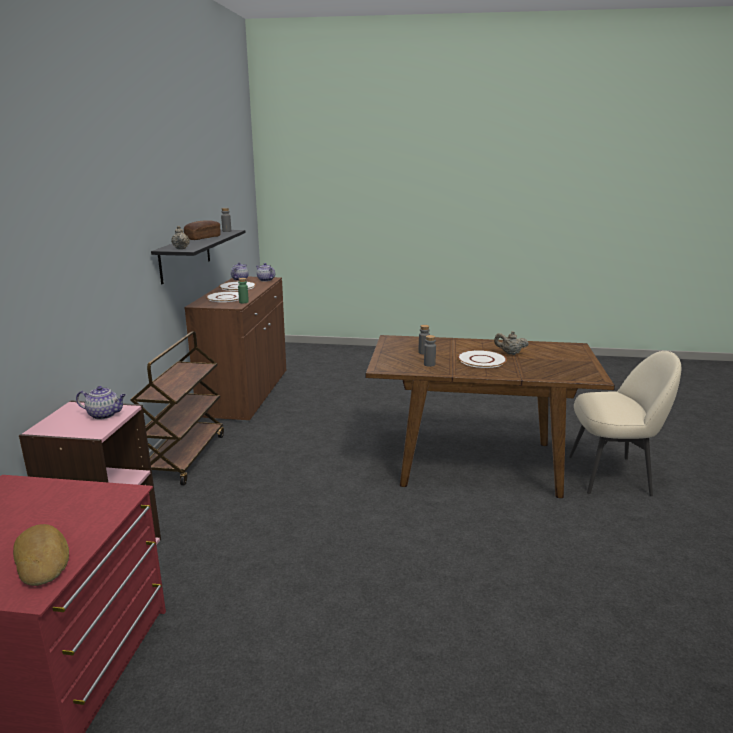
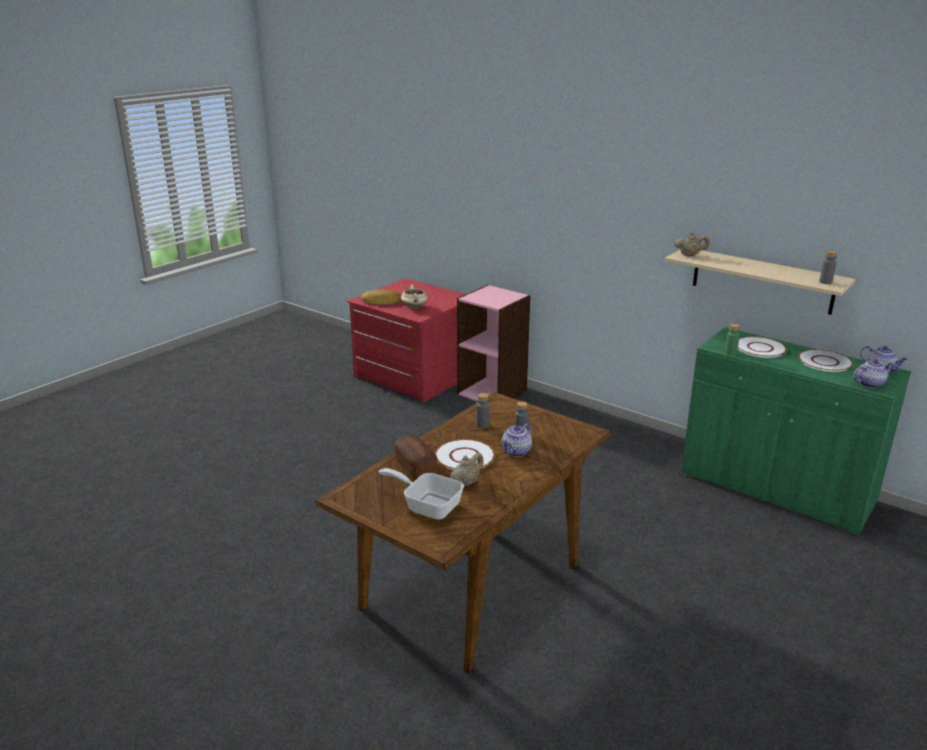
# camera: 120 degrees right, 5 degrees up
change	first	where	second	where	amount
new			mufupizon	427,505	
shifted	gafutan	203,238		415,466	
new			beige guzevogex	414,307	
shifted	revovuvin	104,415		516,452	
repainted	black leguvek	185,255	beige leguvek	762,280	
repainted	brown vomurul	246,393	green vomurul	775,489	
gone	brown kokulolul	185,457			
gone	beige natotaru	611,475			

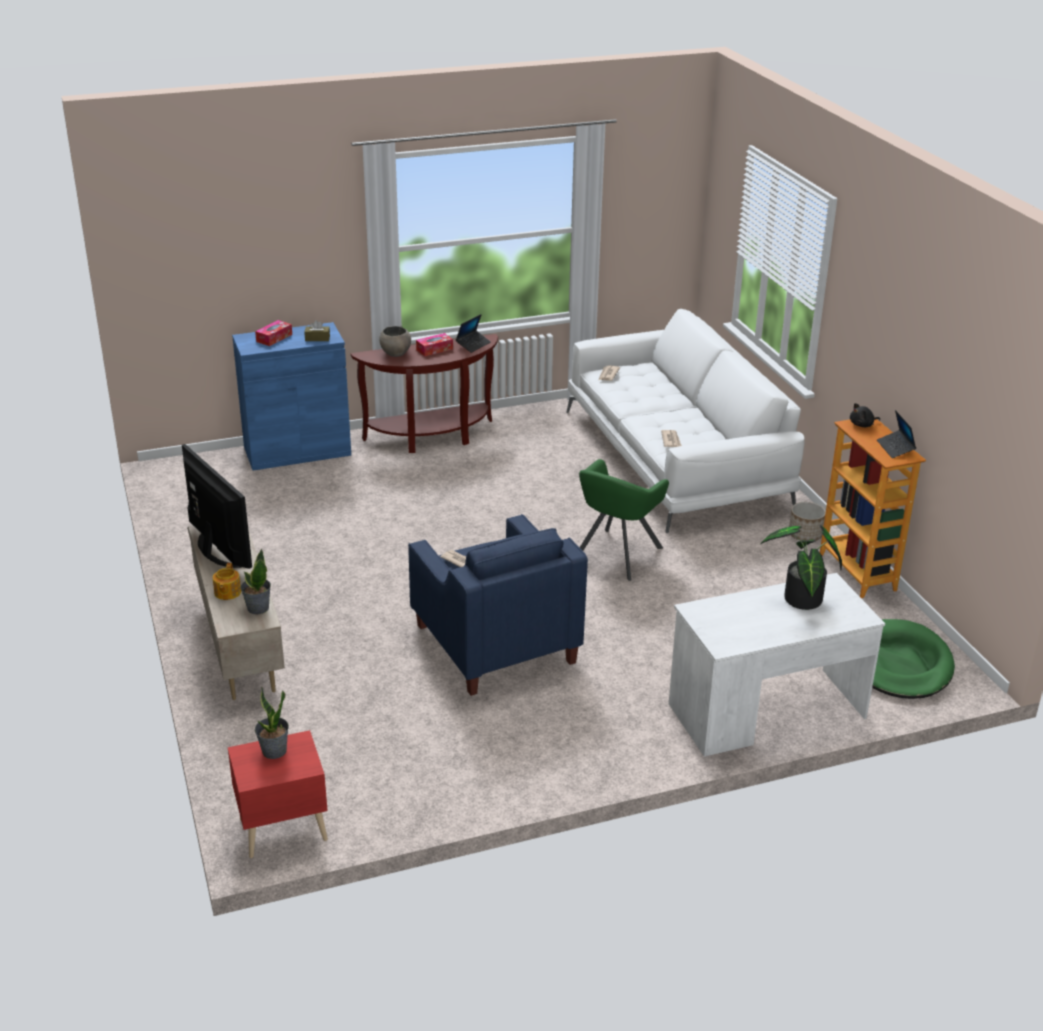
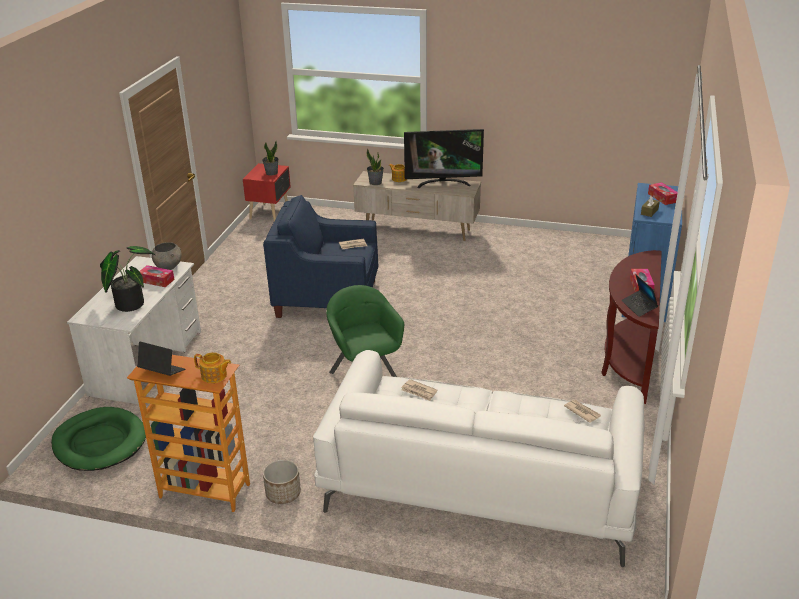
# camera: 125 degrees right, 0 degrees up
change	first	where	second	where	amount
new			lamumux	156,280	
shifted	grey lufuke	395,353		168,267	
swapped	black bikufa	862,425	revovuvin	214,376	

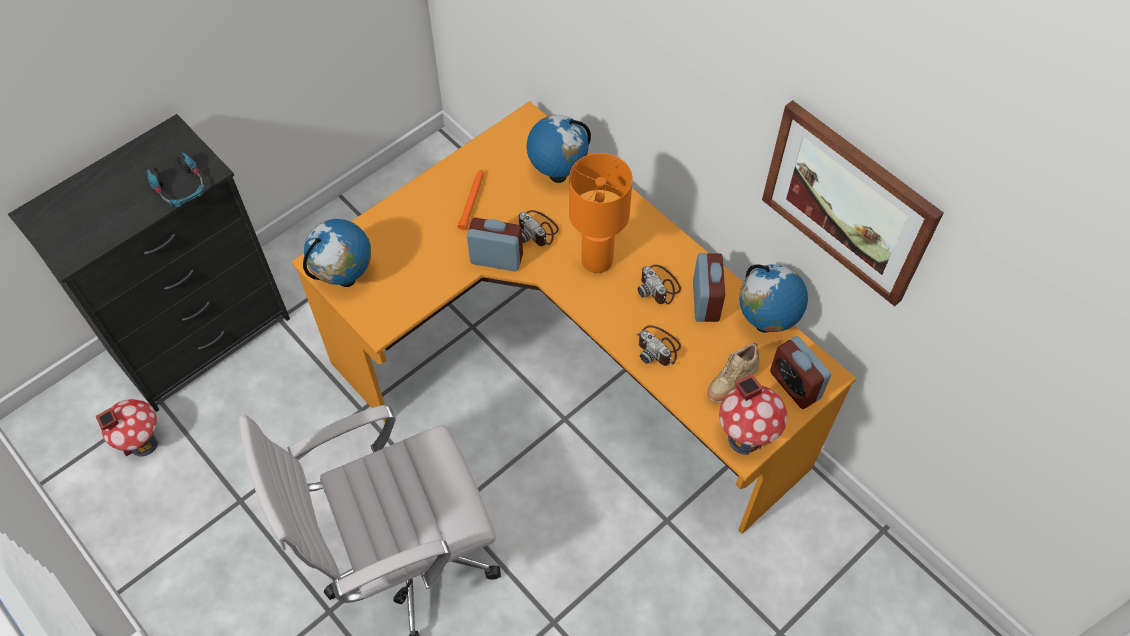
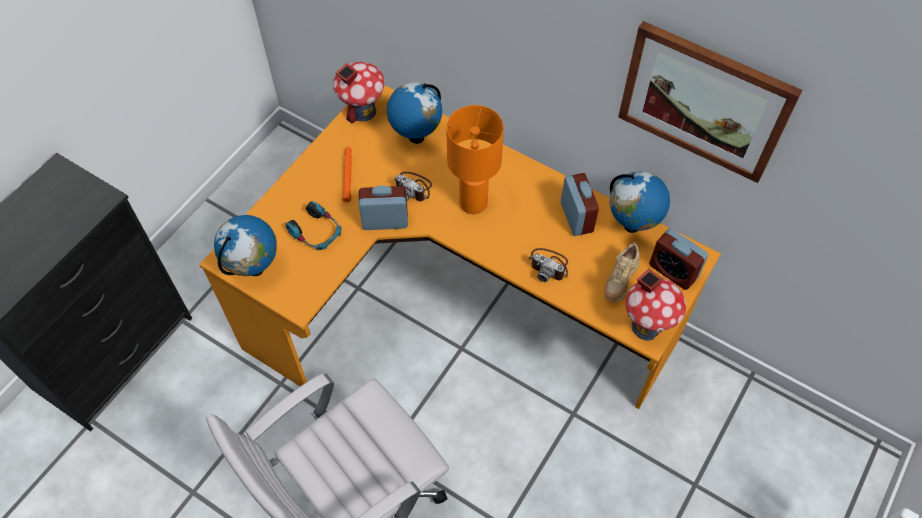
# camera: 15 degrees left, 0 degrees up
change	first	where	second	where	amount
shifted	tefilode	180,188		316,232	
shifted	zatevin	143,443		362,111	
gone	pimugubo	659,286			

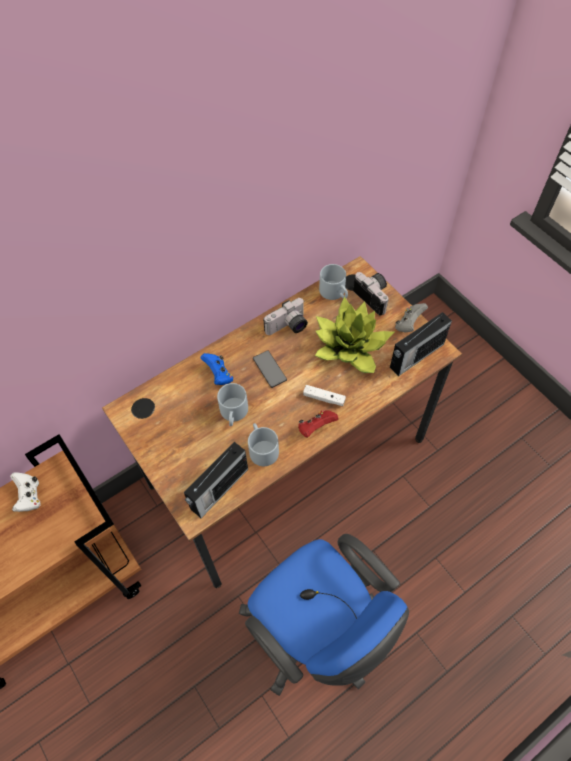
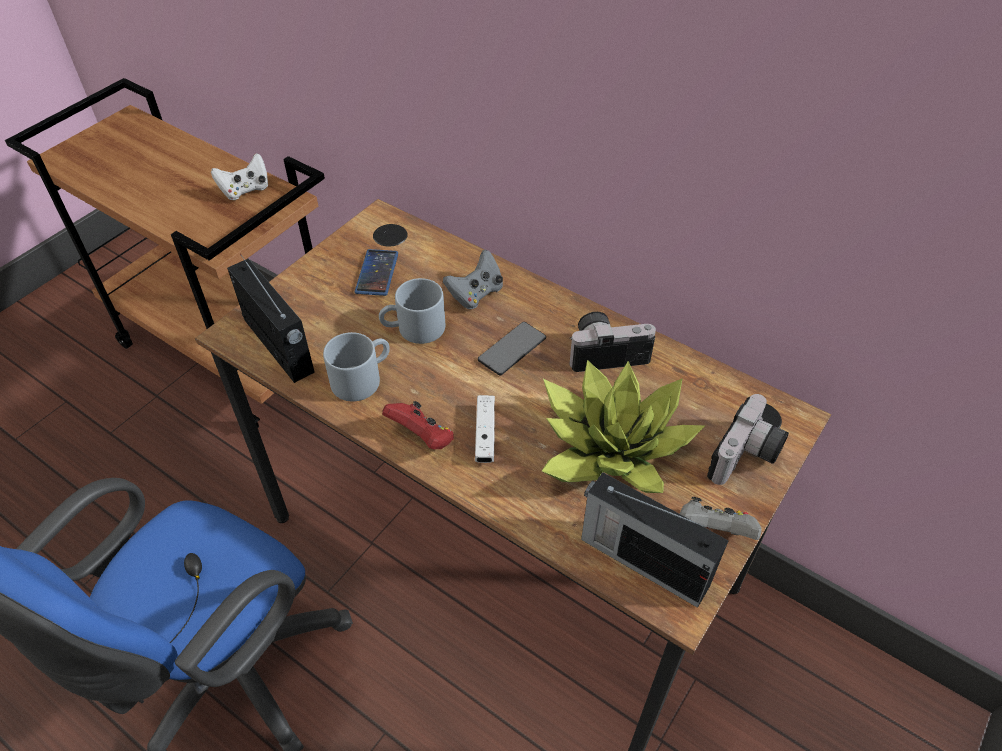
# camera: 70 degrees right, 10 degrees down
change	first	where	second	where	amount
rotated	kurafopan	218,490		279,347	150 degrees counterclockwise
new			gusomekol	377,273	
repainted	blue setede	219,375	grey setede	476,294	
rotated	pimugubo	288,327		606,351	135 degrees clockwise
gone	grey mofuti	335,292			

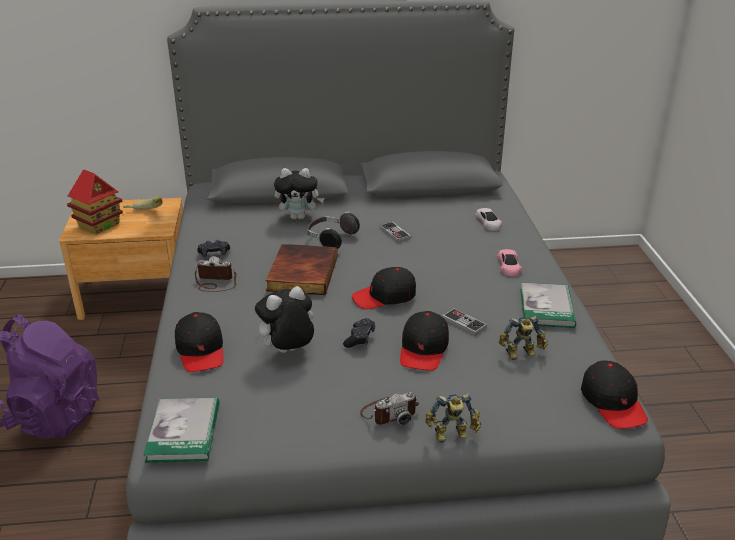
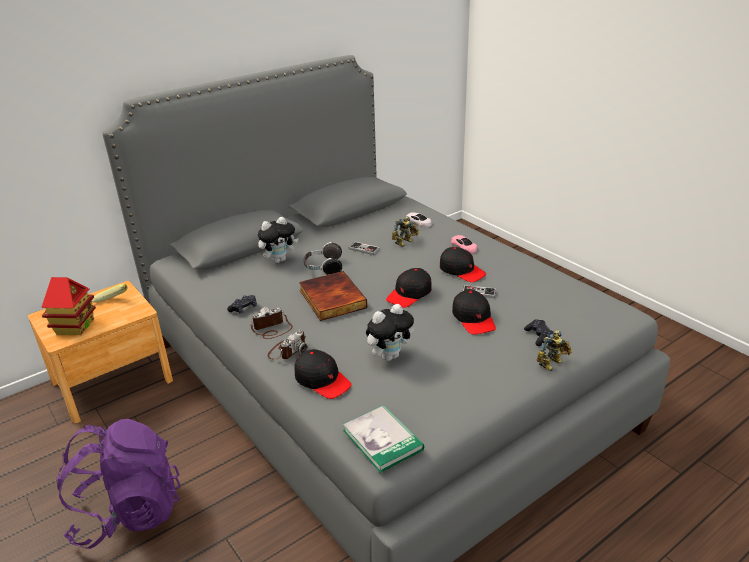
# camera: 30 degrees left, 0 degrees up
change	first	where	second	where	amount
shifted	pimugubo	389,413		287,350	
rotated	bikufa	287,352		389,356	150 degrees counterclockwise
shifted	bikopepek	522,354		405,242	
shifted	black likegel	613,402		462,271	
shifted	black setede	360,338		539,336	
gone	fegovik	546,308			

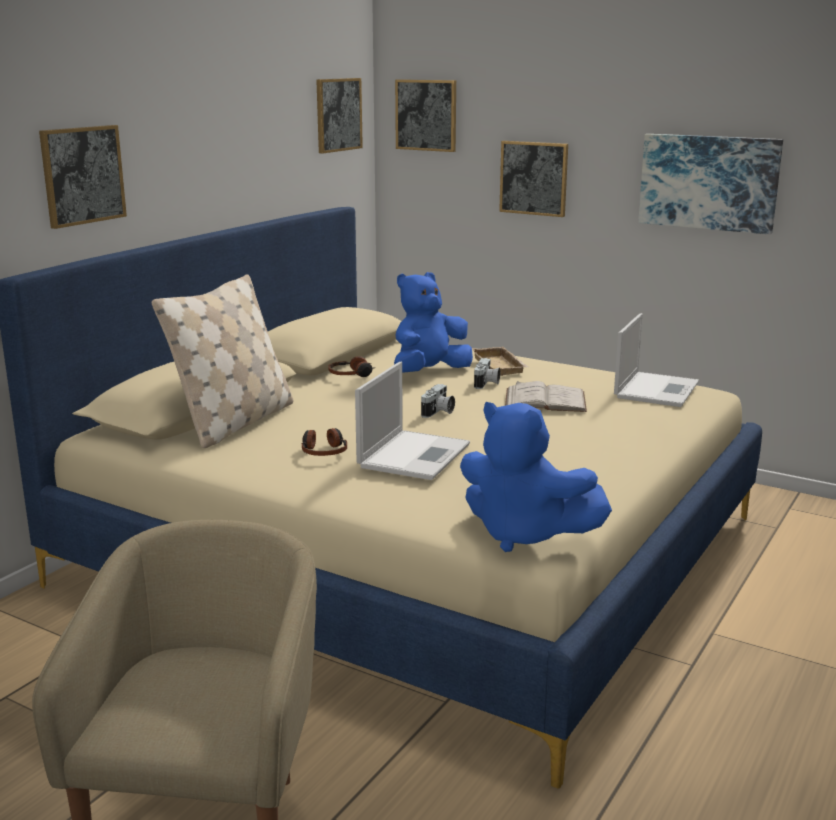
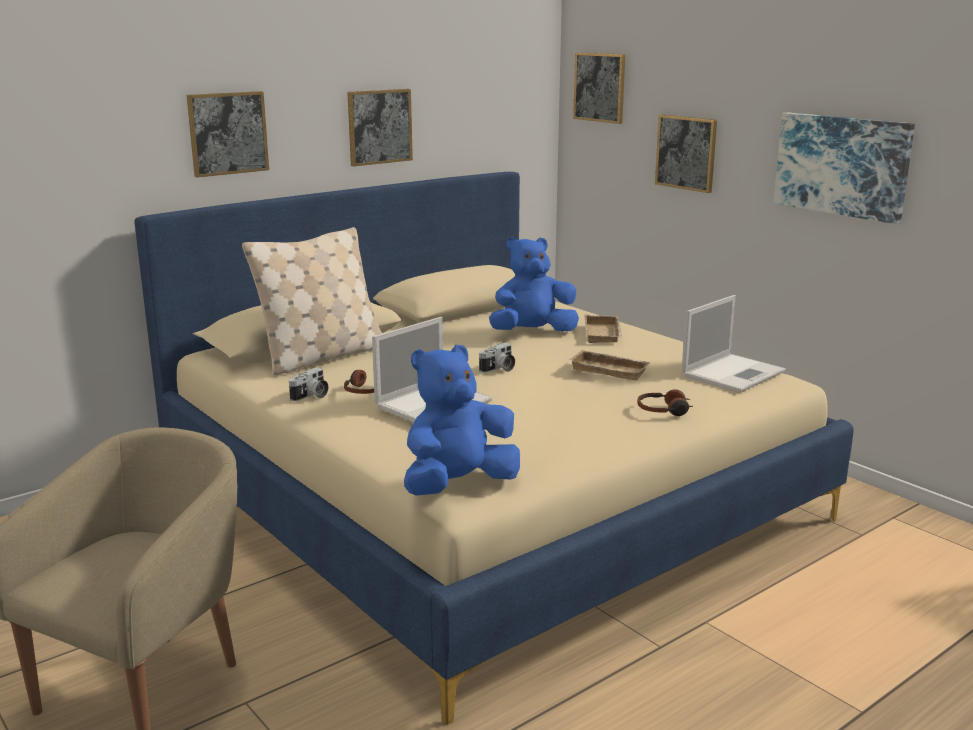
# camera: 20 degrees right, 0 degrees up
change	first	where	second	where	amount
shifted	pimugubo	487,384		311,396	
shifted	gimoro	338,115		379,126	
rotated	blue bikufa	524,534		458,485	90 degrees clockwise
swapped	white fegovik	545,400	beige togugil	611,370	
shifted	tefilode	351,374		664,410	

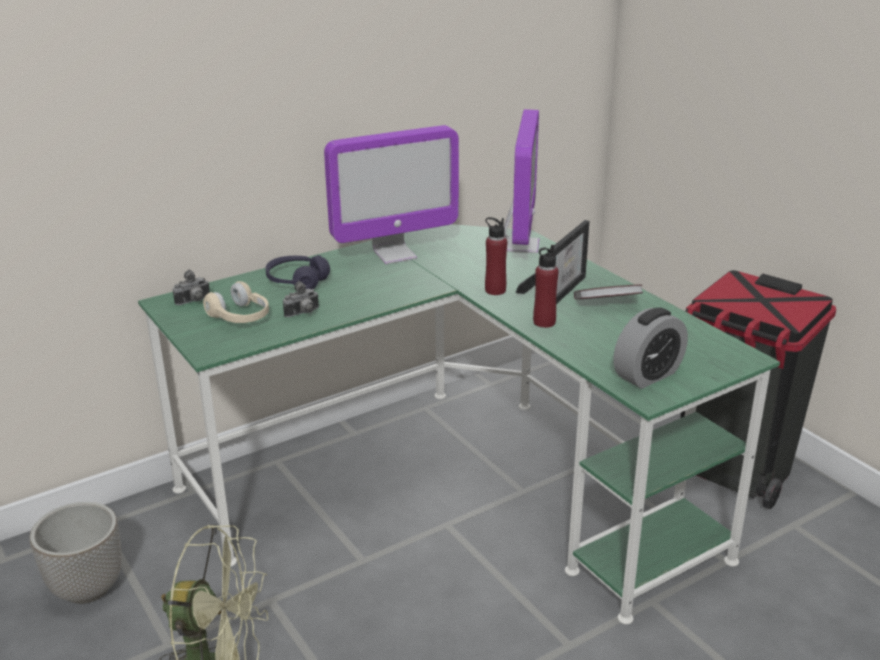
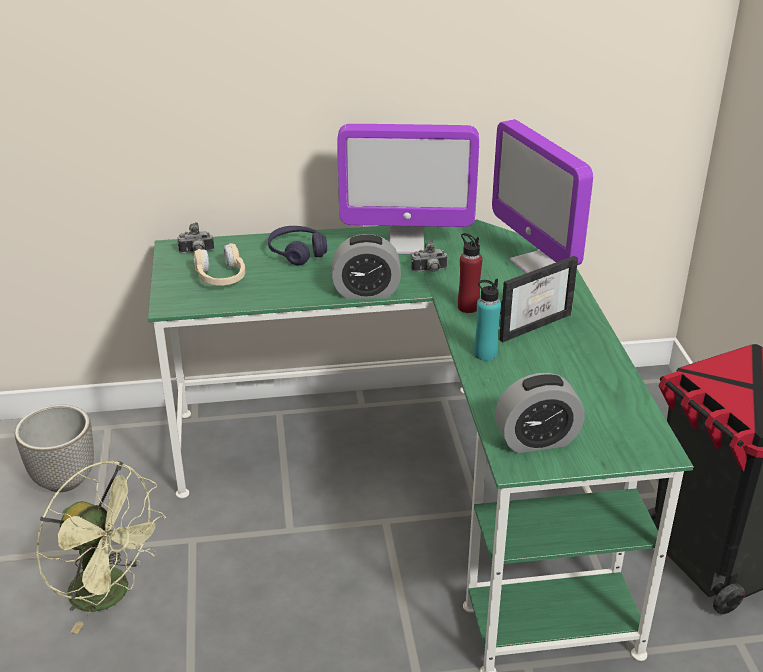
# camera: 25 degrees right, 5 degrees up
change	first	where	second	where	amount
new			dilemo	366,292	
shifted	pimugubo	303,313		429,271	
repainted	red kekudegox	544,322	turquoise kekudegox	485,354	
rotated	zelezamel	519,246		535,263	120 degrees clockwise
gone	fegovik	606,305			

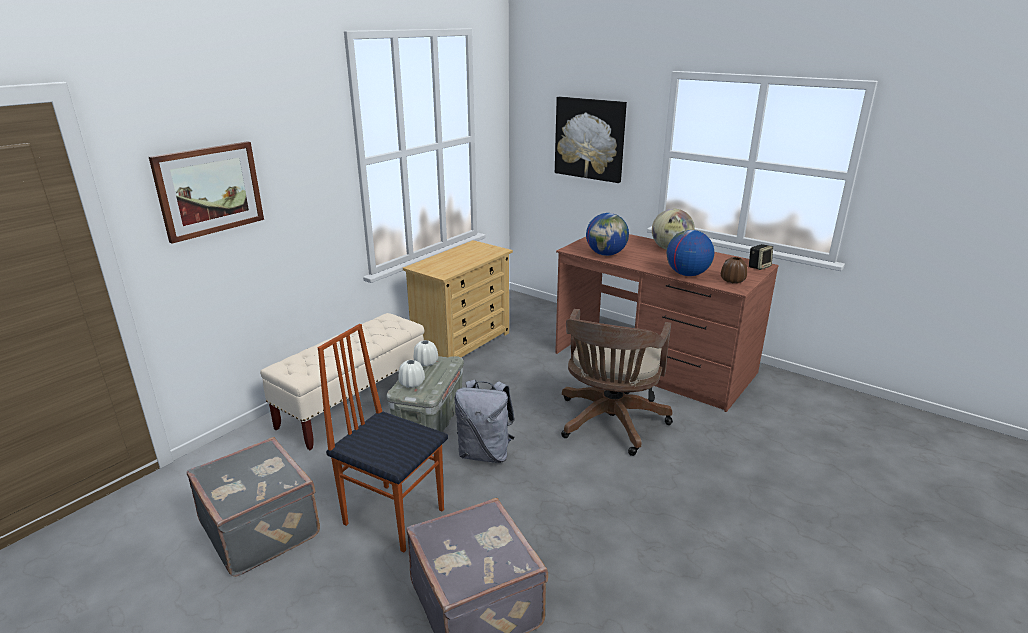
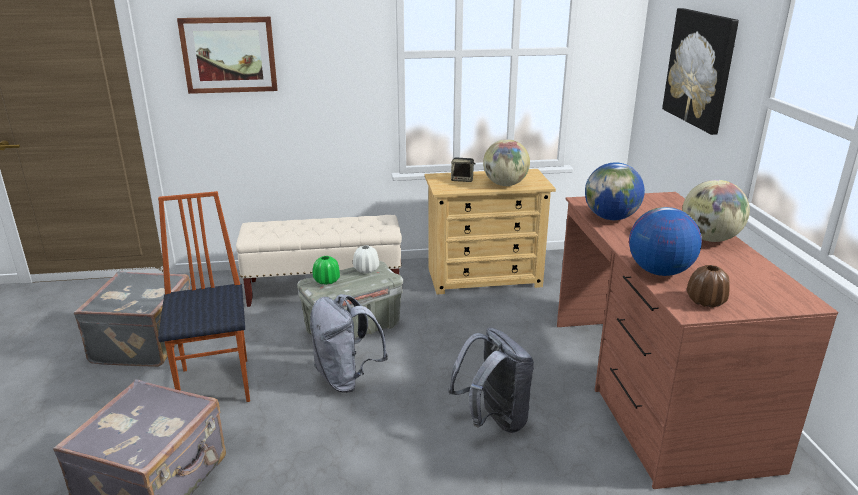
# camera: 45 degrees right, 0 degrees up
change	first	where	second	where	amount
repainted	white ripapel	412,383	green ripapel	326,281	
swapped	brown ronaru	610,424	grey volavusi	493,420	
shifted	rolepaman	759,266		462,179	
new			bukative	505,184	

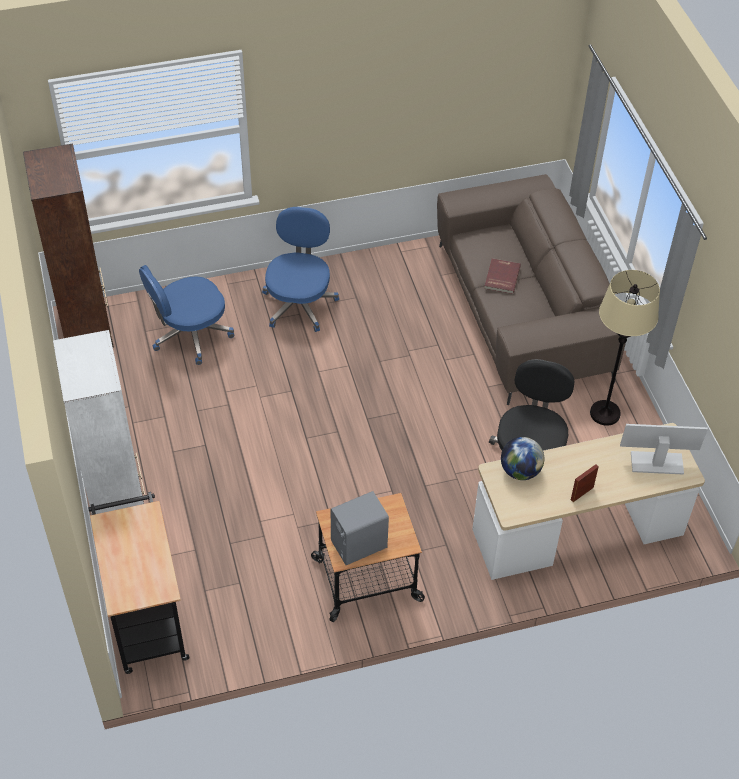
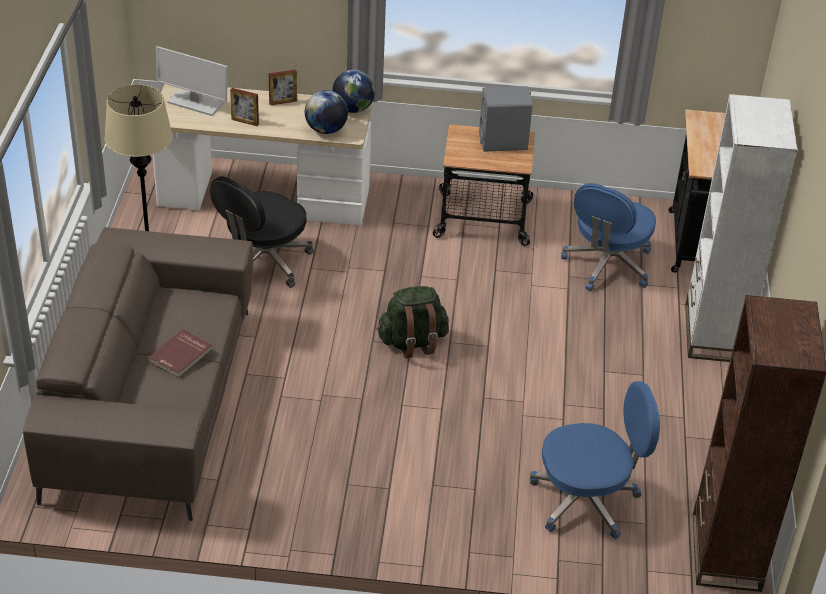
# camera: 160 degrees left, 10 degrees down
change	first	where	second	where	amount
new			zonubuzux	245,122	
new			bukative	353,109	
new			green volavusi	412,342	
shifted	blue ronaru	299,303		607,265	

